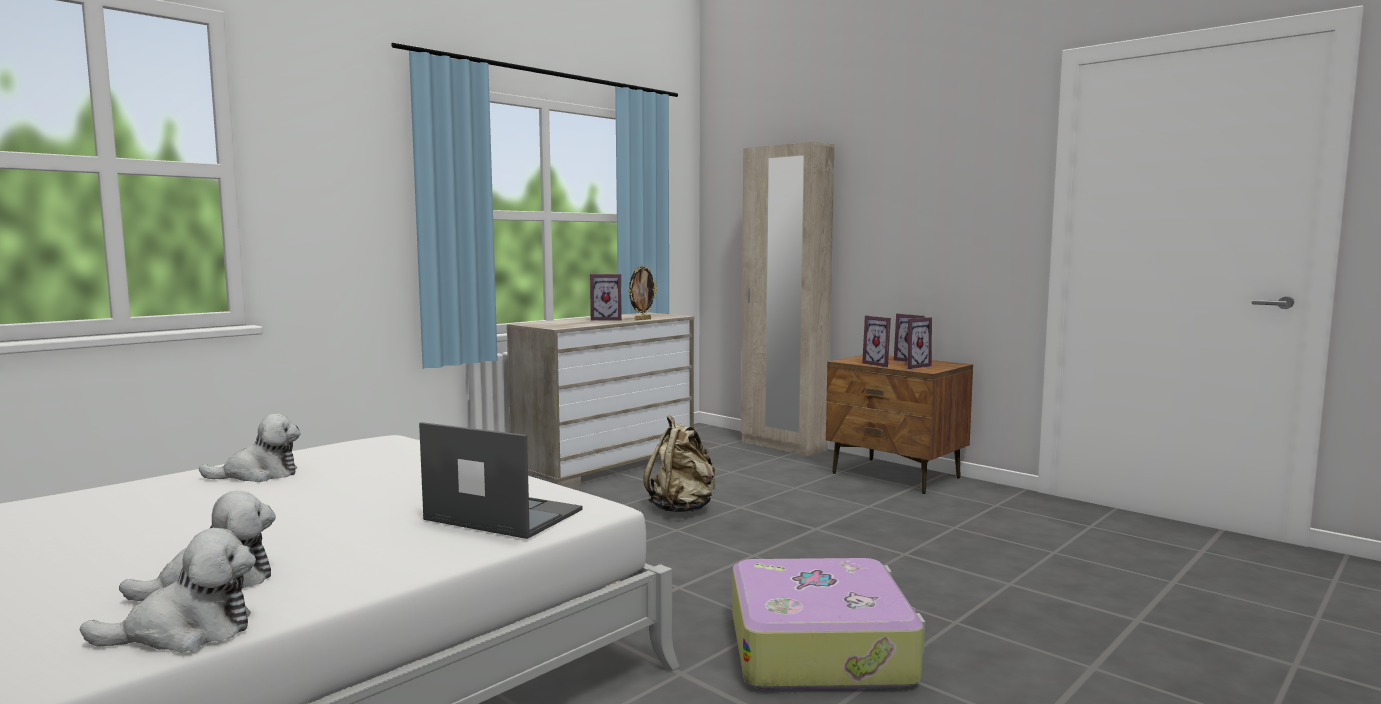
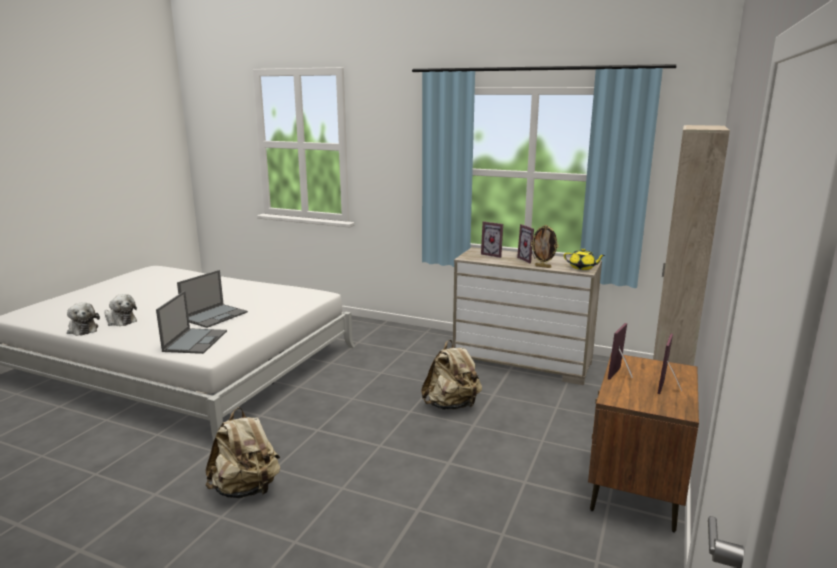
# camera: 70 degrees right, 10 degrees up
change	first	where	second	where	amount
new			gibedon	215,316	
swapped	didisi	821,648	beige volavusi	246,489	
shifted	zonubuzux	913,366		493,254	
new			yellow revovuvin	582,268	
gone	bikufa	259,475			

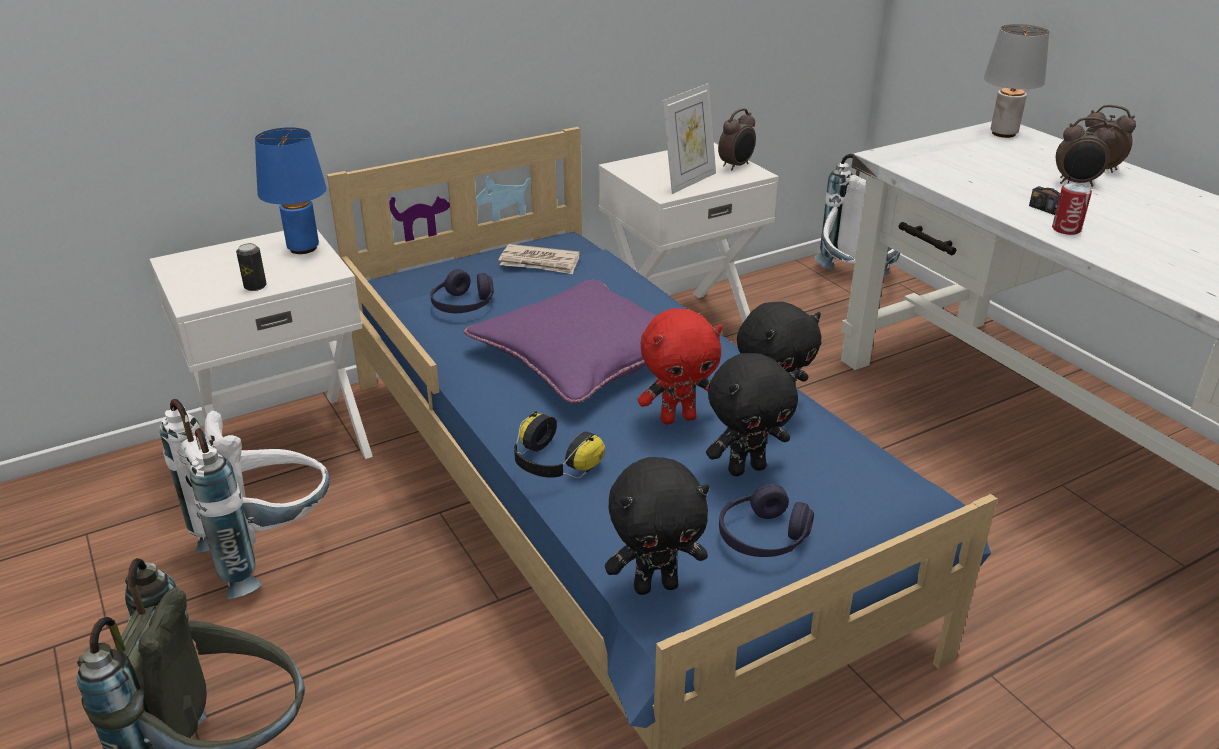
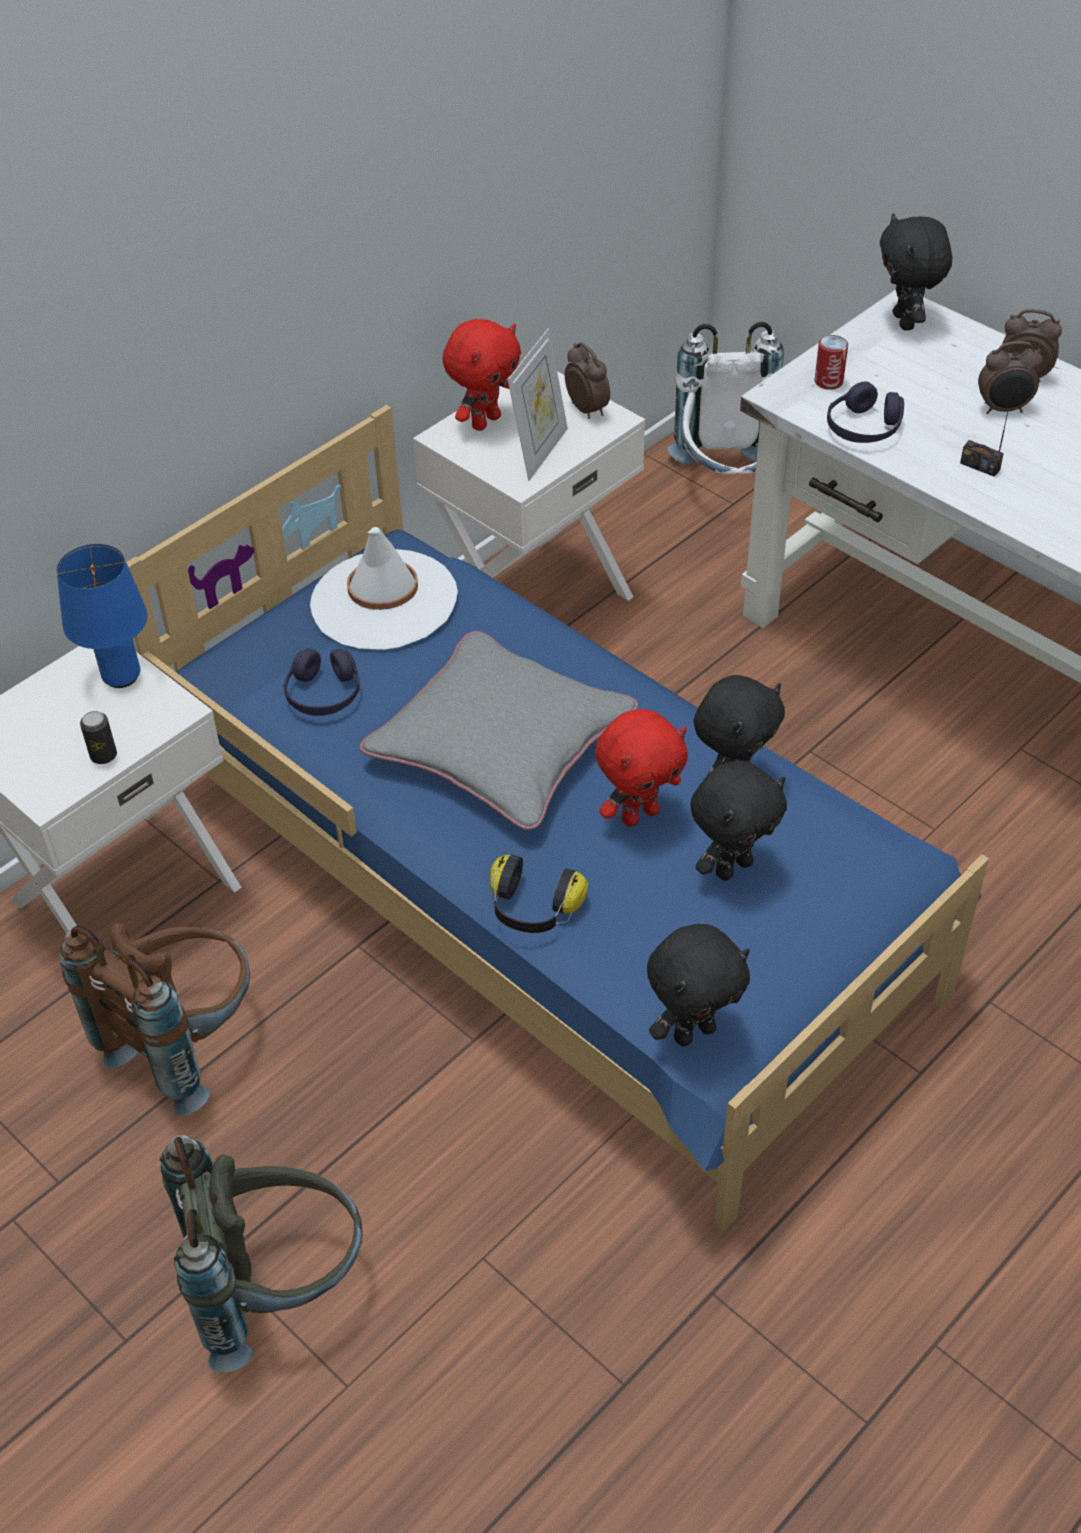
# camera: 15 degrees left, 15 degrees up
change	first	where	second	where	amount
repainted	white volavusi	268,549	brown volavusi	184,1042	
swapped	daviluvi	540,263	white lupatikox	383,601	
repainted	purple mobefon	584,354	grey mobefon	501,743	
new			red bikufa	485,421	
rotated	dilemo	736,166		588,409	60 degrees counterclockwise
shifted	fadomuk	1066,229		828,381	
shifted	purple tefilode	763,537		863,428	
swapped	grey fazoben	1003,134	black bikufa	905,322	

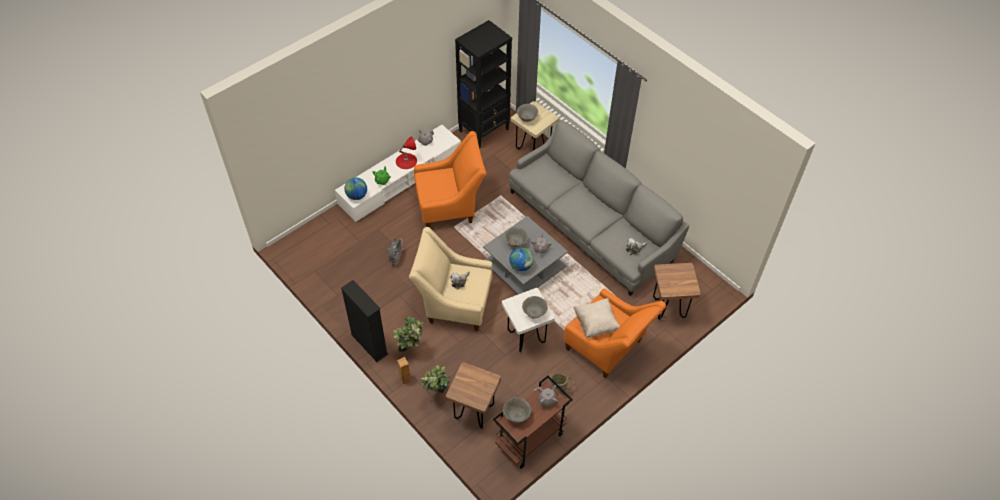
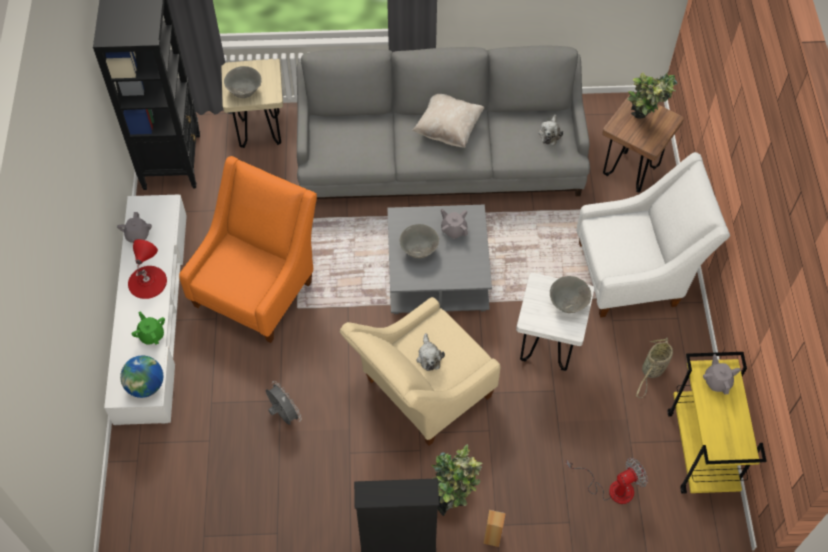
# camera: 50 degrees left, 5 degrees up
change	first	where	second	where	amount
shifted	beige mobefon	596,323		448,129	
swapped	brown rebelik	474,412	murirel	611,488	
repainted	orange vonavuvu	608,348	white vonavuvu	636,273	
shifted	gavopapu	437,396		643,125	
repainted	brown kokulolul	530,440	yellow kokulolul	702,451	
gone	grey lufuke	516,415			
gone	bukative	521,266			

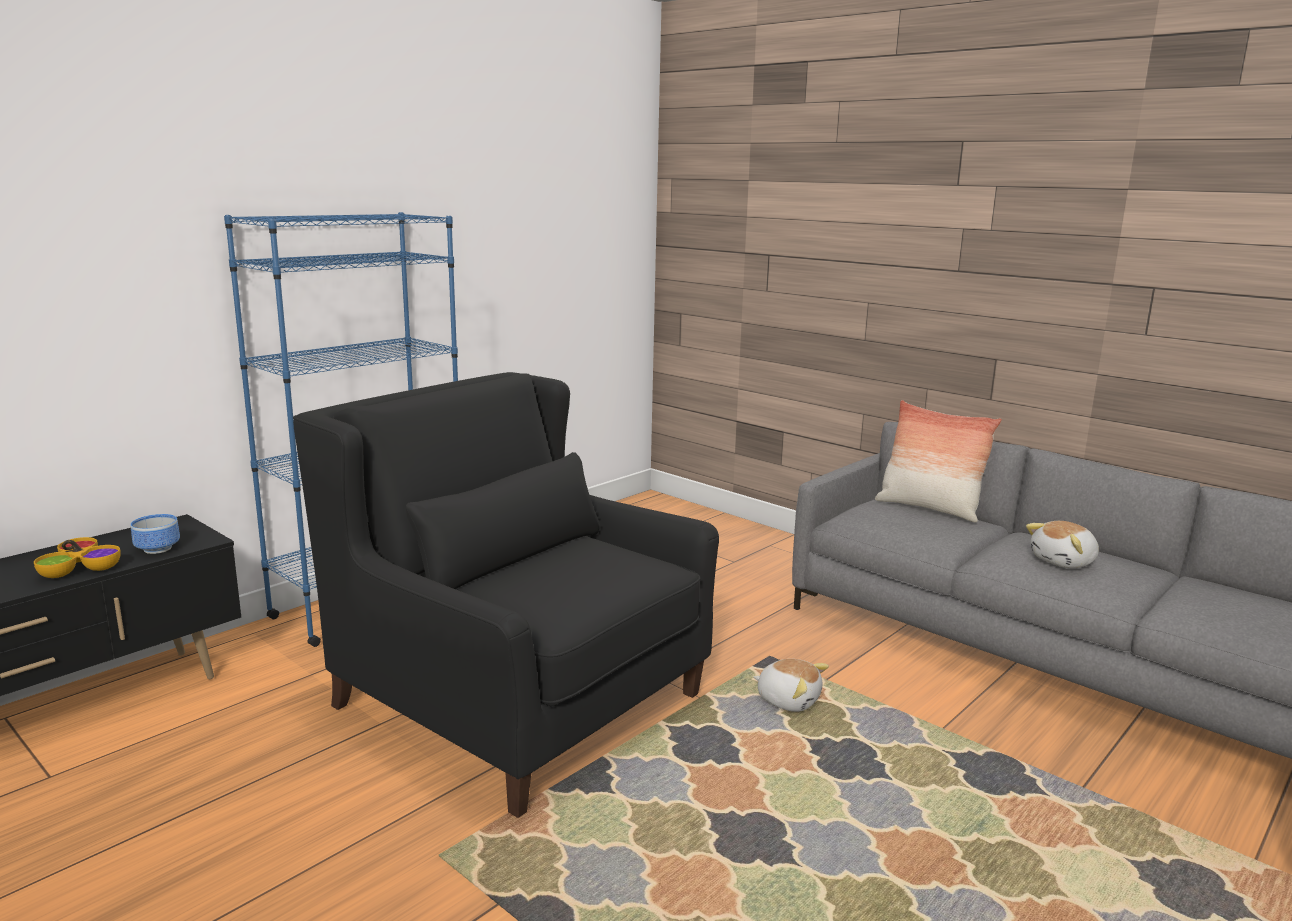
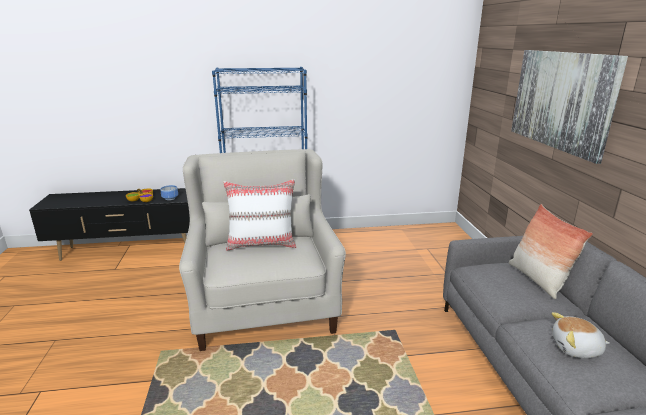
# camera: 40 degrees right, 5 degrees up
change	first	where	second	where	amount
repainted	black vonavuvu	519,700	white vonavuvu	264,303	
new			white mobefon	262,244	
new			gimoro	561,100	
gone	bikufa	788,700			

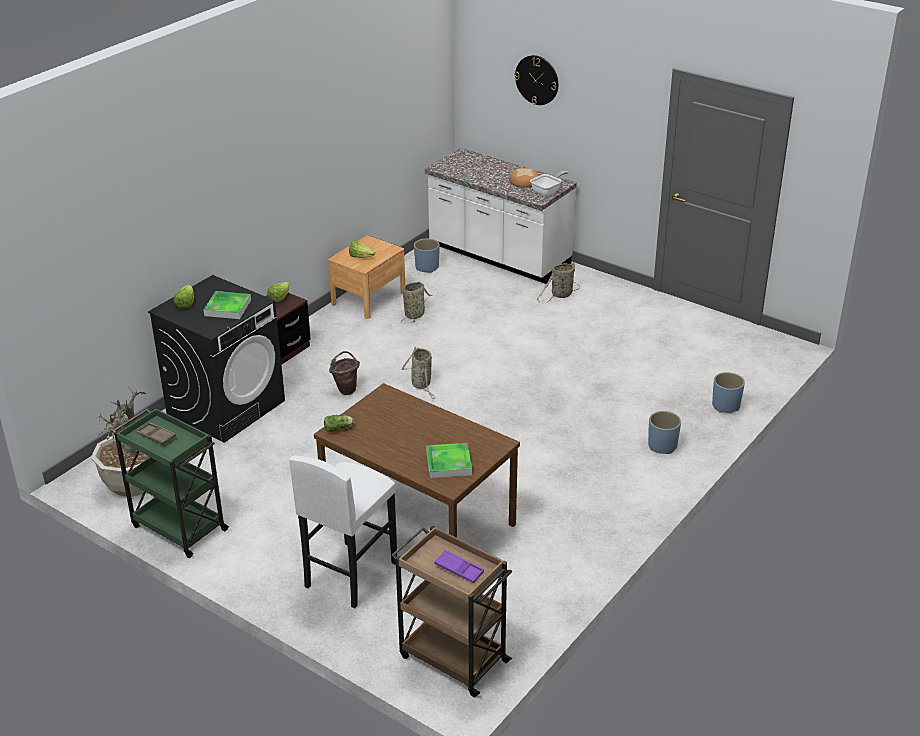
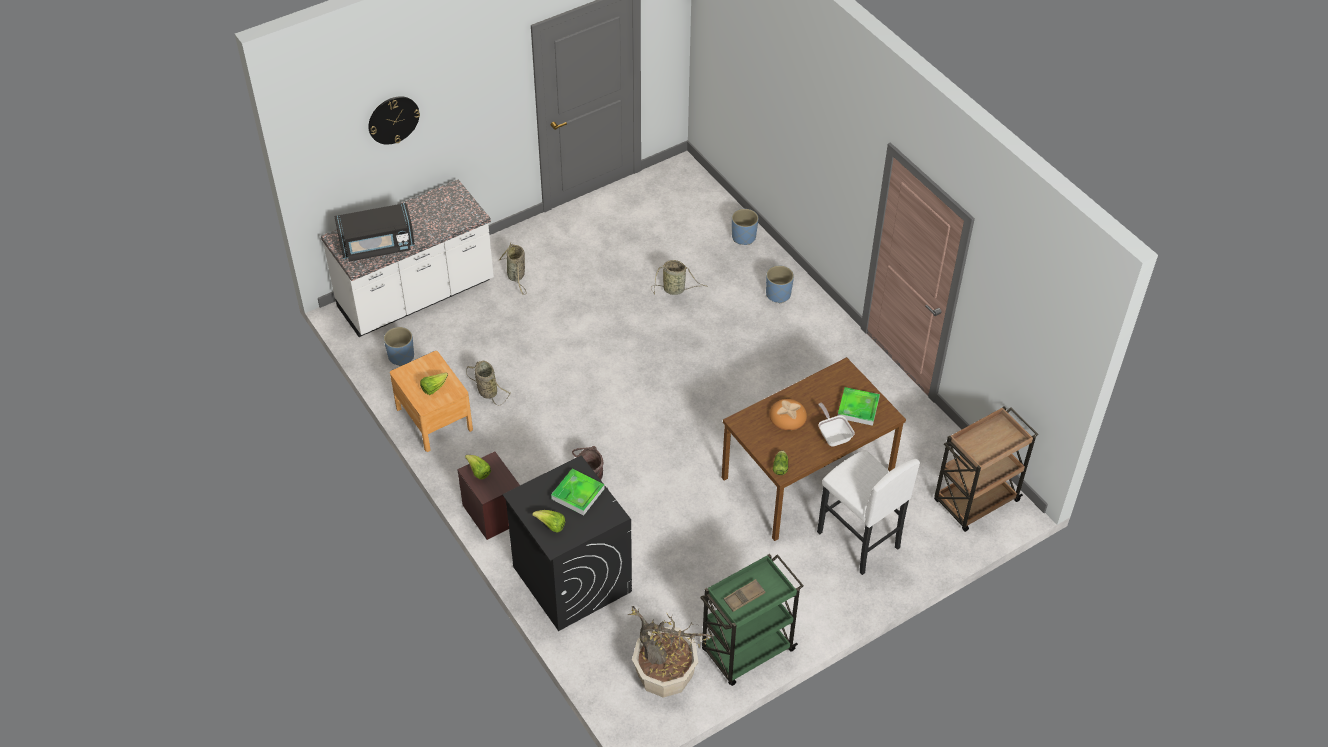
# camera: 70 degrees left, 15 degrees up
change	first	where	second	where	amount
new			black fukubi	377,246	
shifted	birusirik	421,385		675,289	
shifted	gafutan	524,181		787,416	
shifted	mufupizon	548,191		833,435	
gone	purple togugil	459,569			

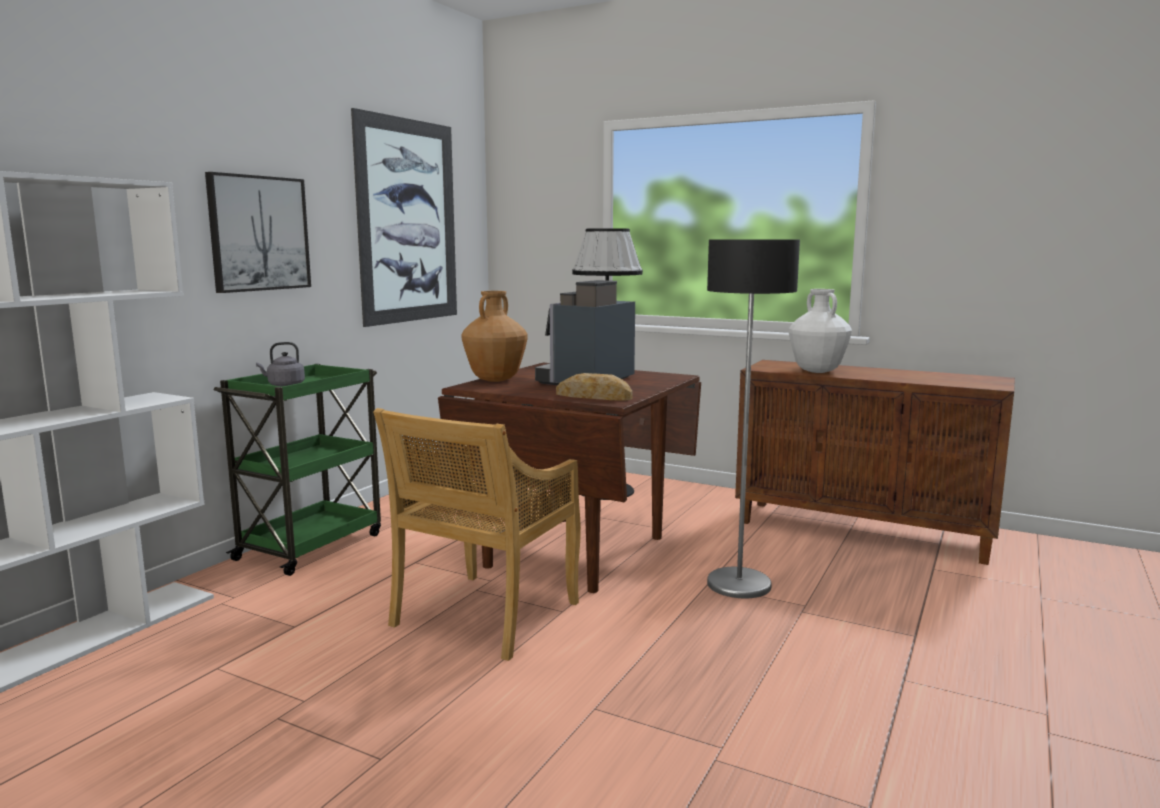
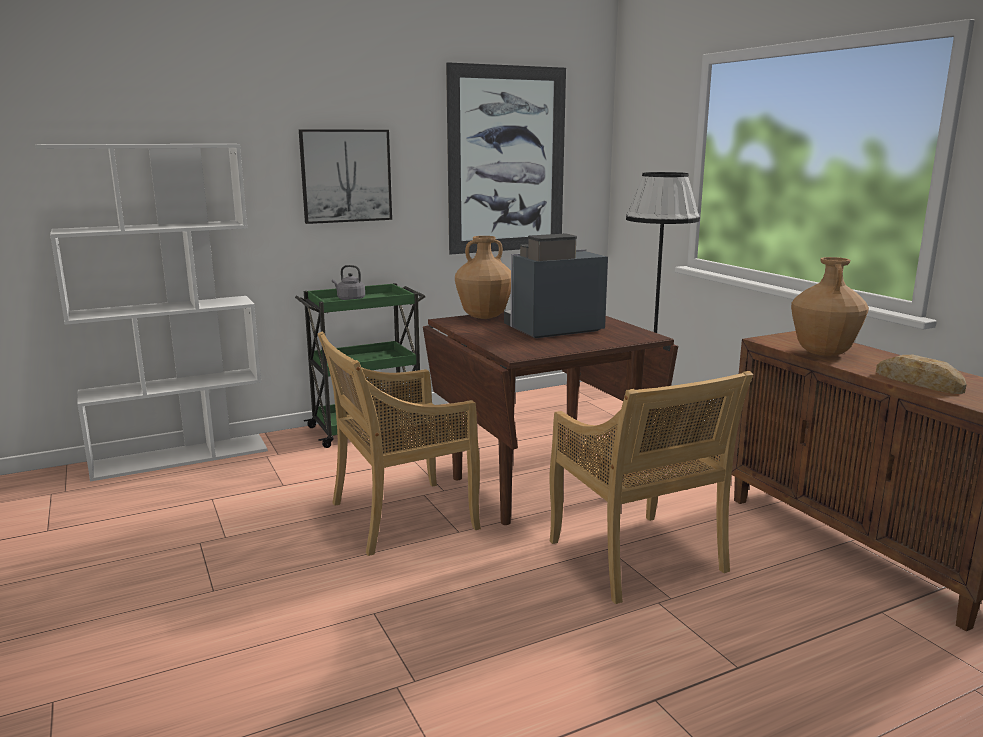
# camera: 35 degrees right, 5 degrees up
change	first	where	second	where	amount
swapped	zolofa	739,584	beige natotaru	637,558	
repainted	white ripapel	817,371	brown ripapel	823,353	
shifted	gafutan	594,396		919,382	

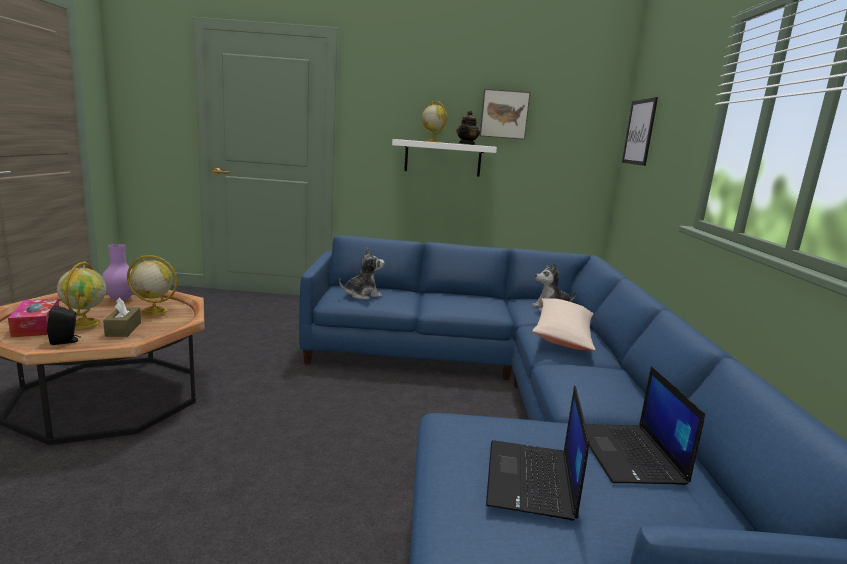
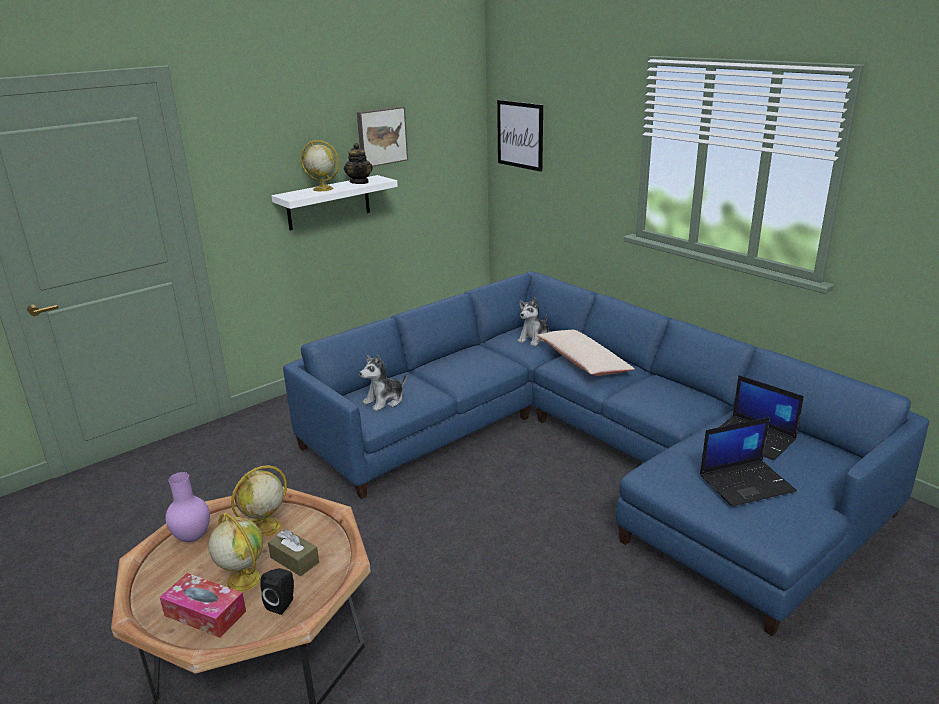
# camera: 40 degrees left, 10 degrees up
change	first	where	second	where	amount
rotated	bikufa	362,295		385,401	150 degrees counterclockwise
rotated	gibedon	531,480		746,483	75 degrees counterclockwise

